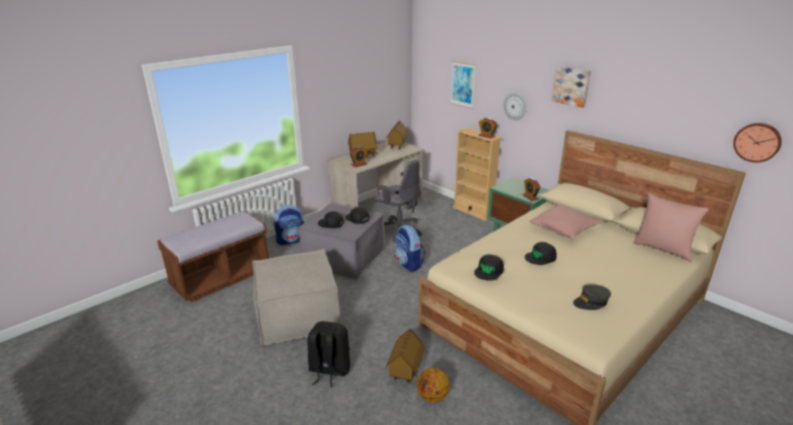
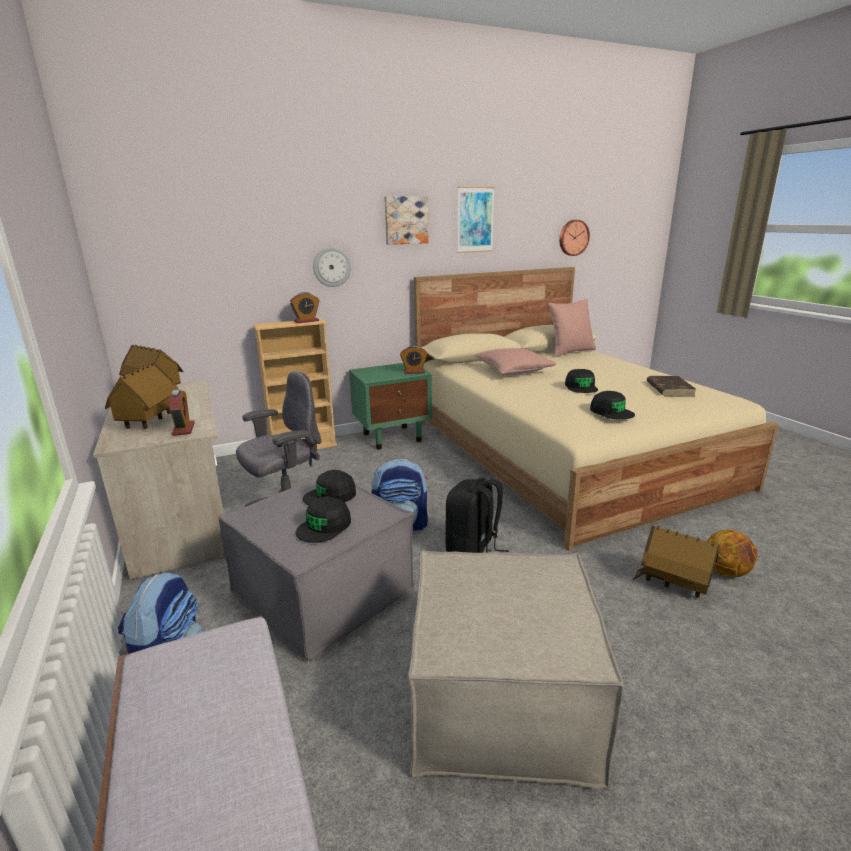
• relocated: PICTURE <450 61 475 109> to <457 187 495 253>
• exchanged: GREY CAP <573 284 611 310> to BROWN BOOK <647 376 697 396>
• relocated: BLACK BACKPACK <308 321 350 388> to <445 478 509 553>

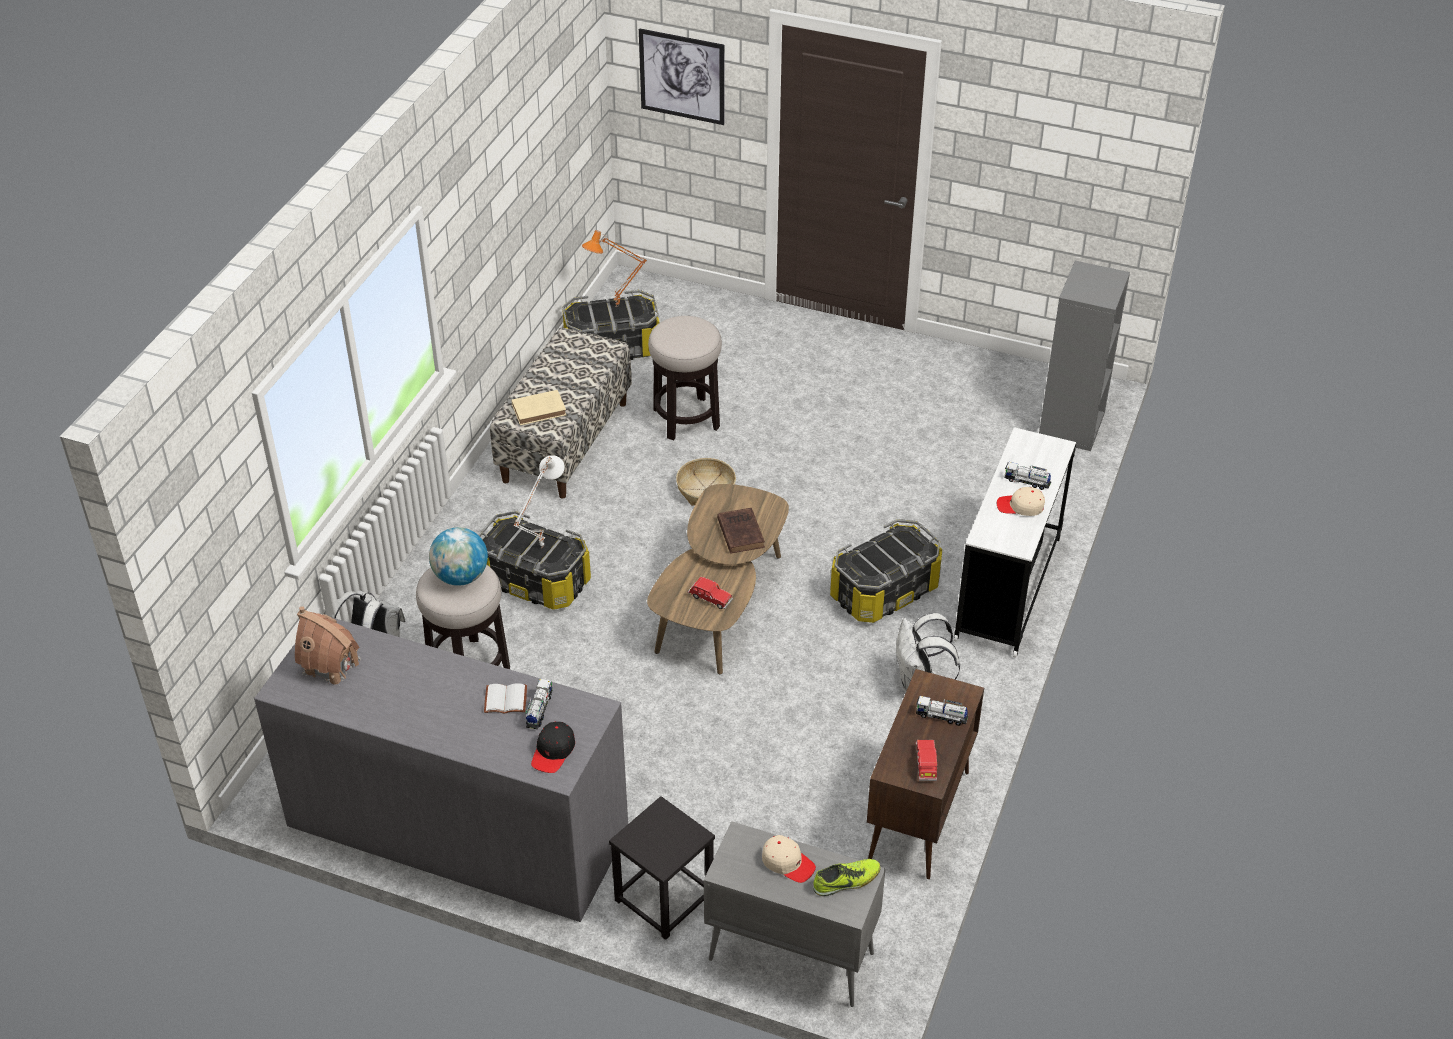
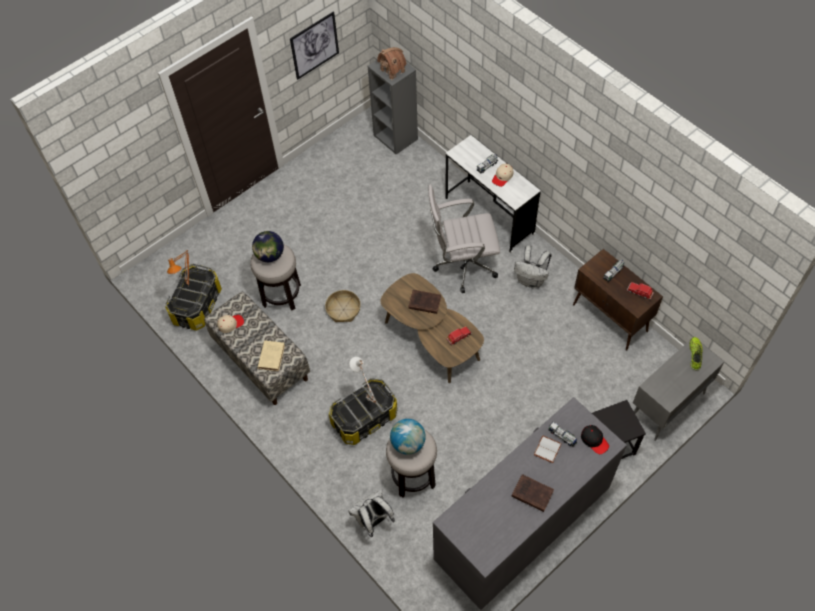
• relocated: PICTURE <639 28 724 125> to <290 11 339 80>
• exchanged: STORAGE BOX <830 519 942 623> to WHITE OFFICE CHAIR <428 184 500 293>
• relocated: TOY HOUSE <295 606 361 685> to <377 47 406 80>
• relocated: BEIGE CAP <762 835 816 883> to <217 315 244 333>
• appeared: GLOBE <252 231 284 262>
• appeared: BROWN BOOK <511 474 554 512>

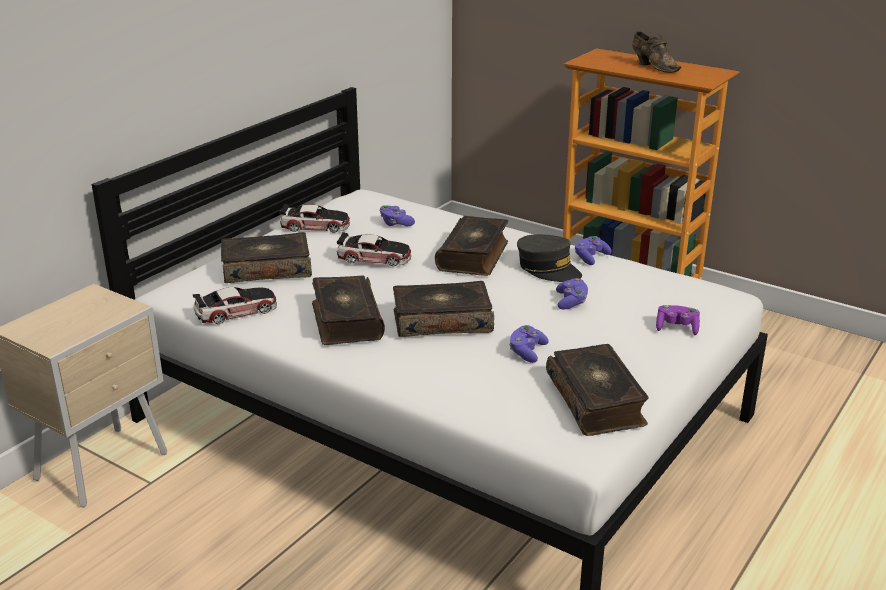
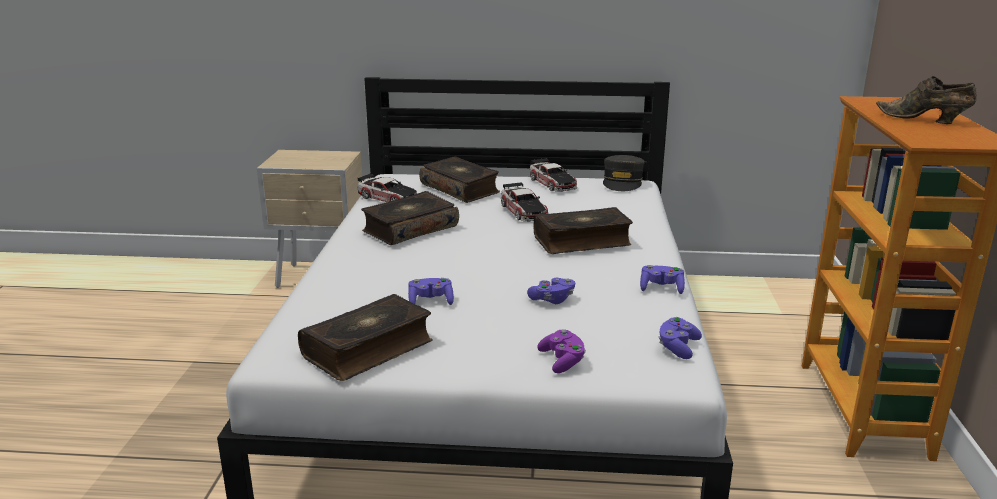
• spun: BROWN SHOE <632 31 682 73> = <876 76 977 124> 105 degrees clockwise
• relocated: PURPLE GAME CONTROLLER <379 205 415 226> to <658 317 702 359>
• relocated: GREY CAP <517 234 582 282> to <603 155 645 191>
• missing: BOOK <393 281 494 337>

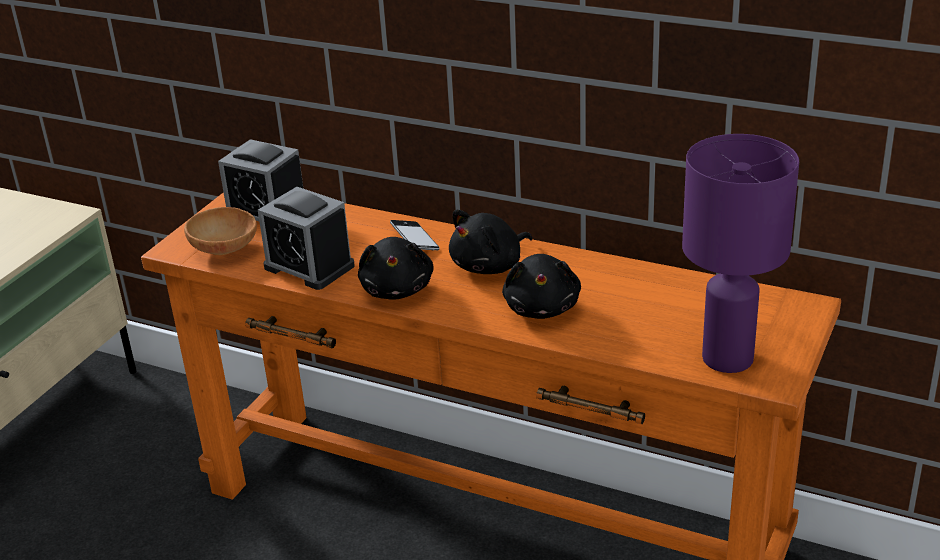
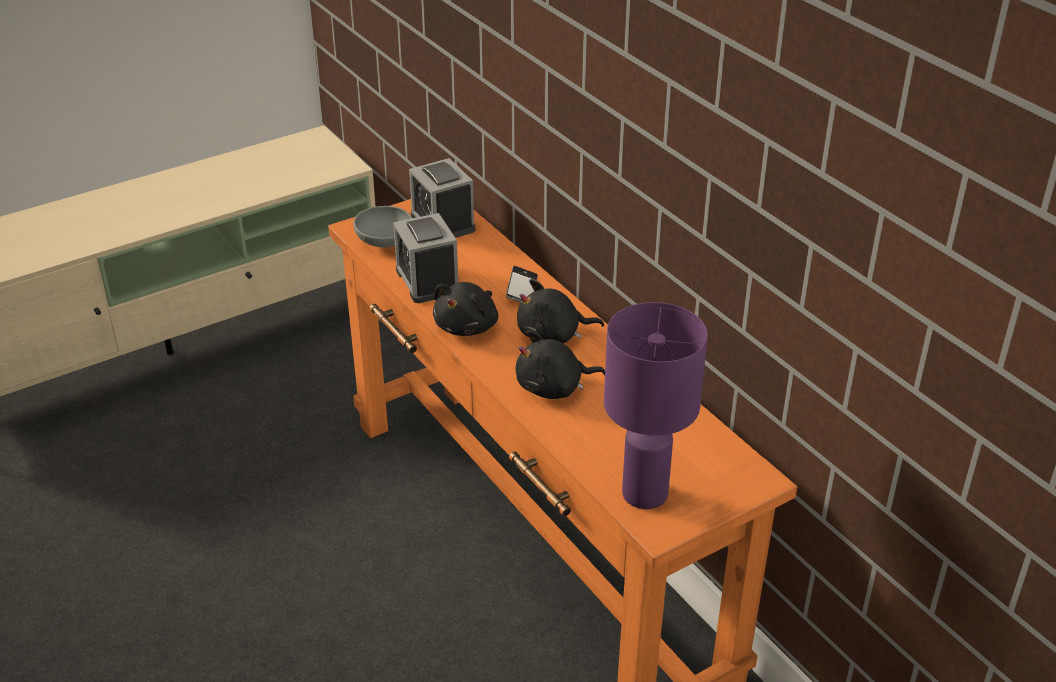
• colour: BROWN BOWL <184 207 257 255> to GREY BOWL <354 206 412 247>
• spun: BLACK PLUSH TOY <502 254 581 319> = <516 330 605 399> 45 degrees clockwise

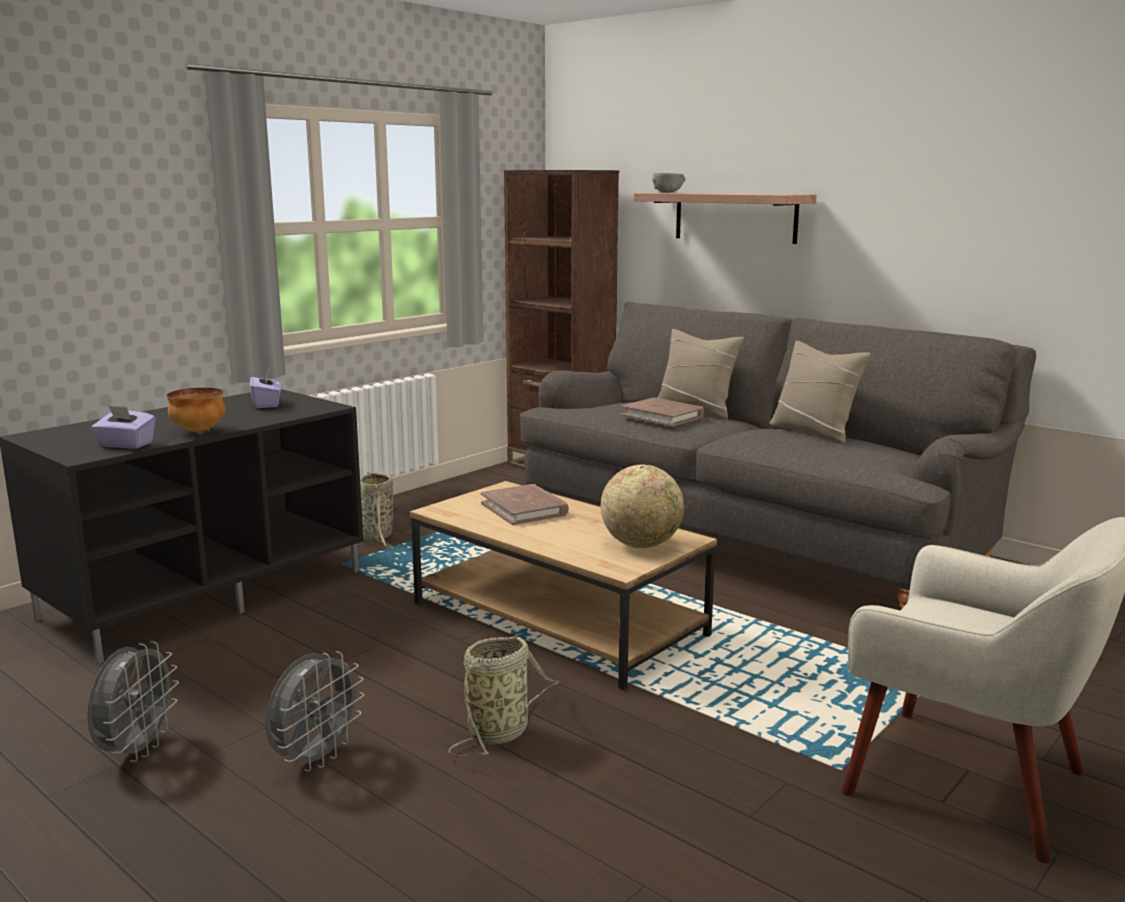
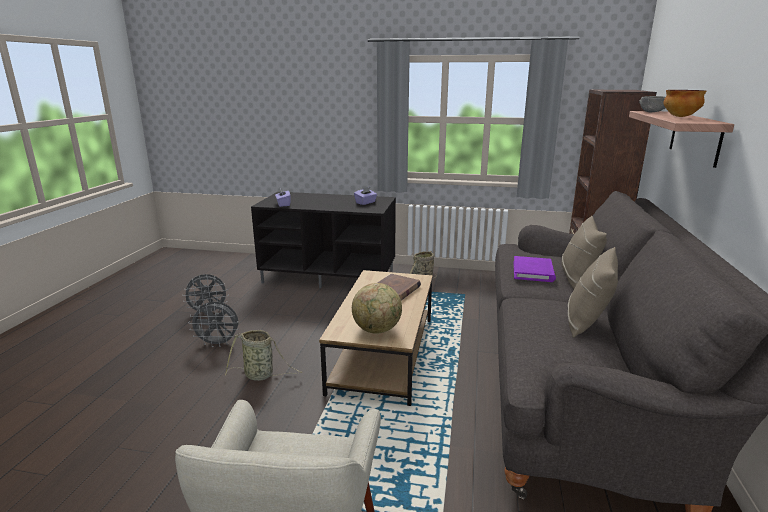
• relocated: BOWL <167 388 225 432> to <663 90 706 117>
• colour: BROWN BOOK <621 398 704 427> to PURPLE BOOK <514 256 556 282>

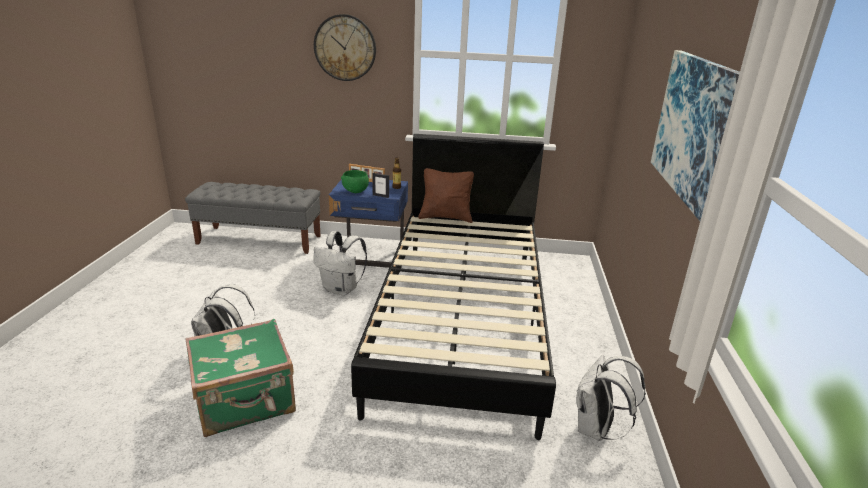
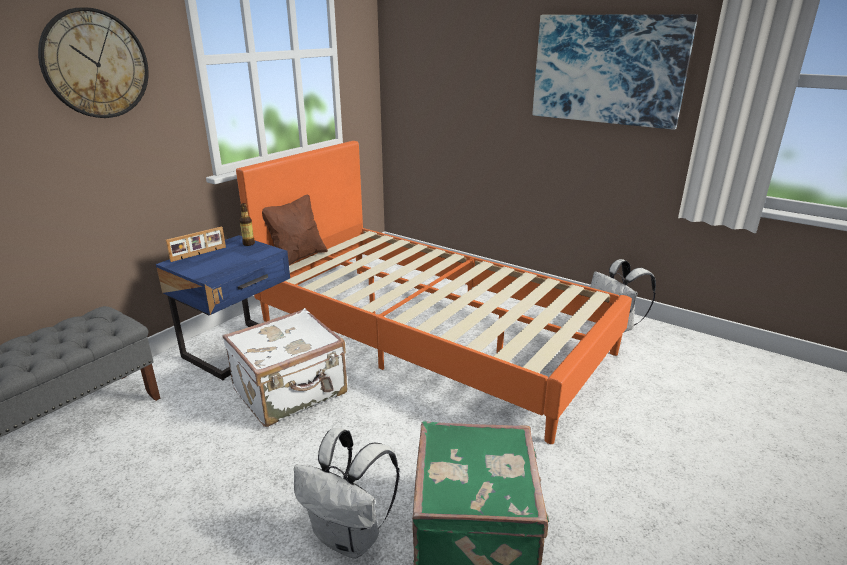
• colour: BLACK BED <351 134 556 440> to ORANGE BED <236 141 632 444>
• missing: GREEN BOWL <341 170 369 193>
• missing: PICTURE FRAME <372 173 389 198>
• exchanged: WHITE BACKPACK <314 231 367 296> to WHITE SUITCASE <222 308 347 427>

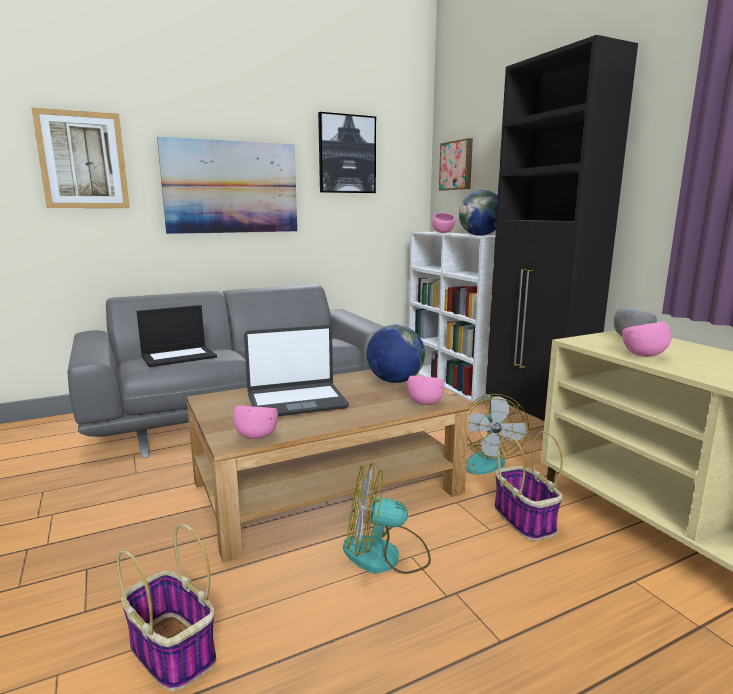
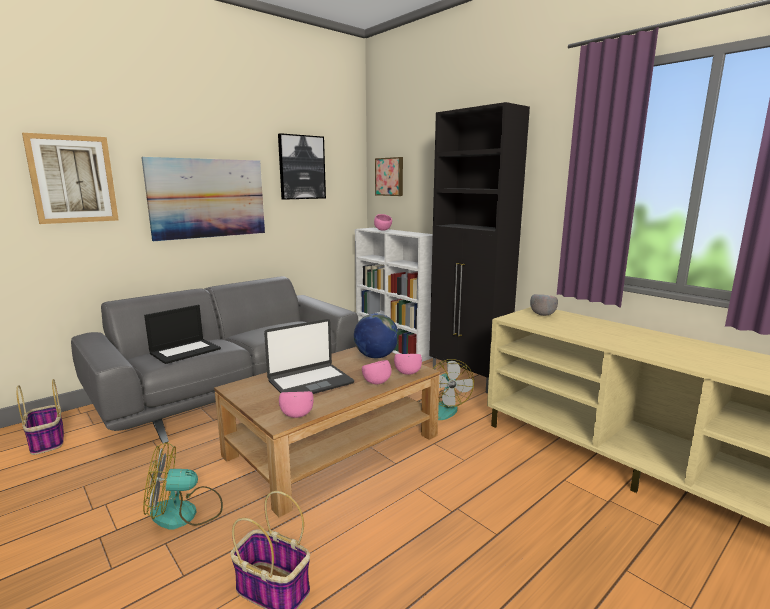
• missing: GLOBE <459 190 498 236>
• relocated: PINK BOWL <622 322 672 357> to <362 360 391 384>
• relocated: BASKET <494 431 563 541> to <16 379 64 455>
• relocated: FAN <343 463 431 574> to <143 442 223 530>

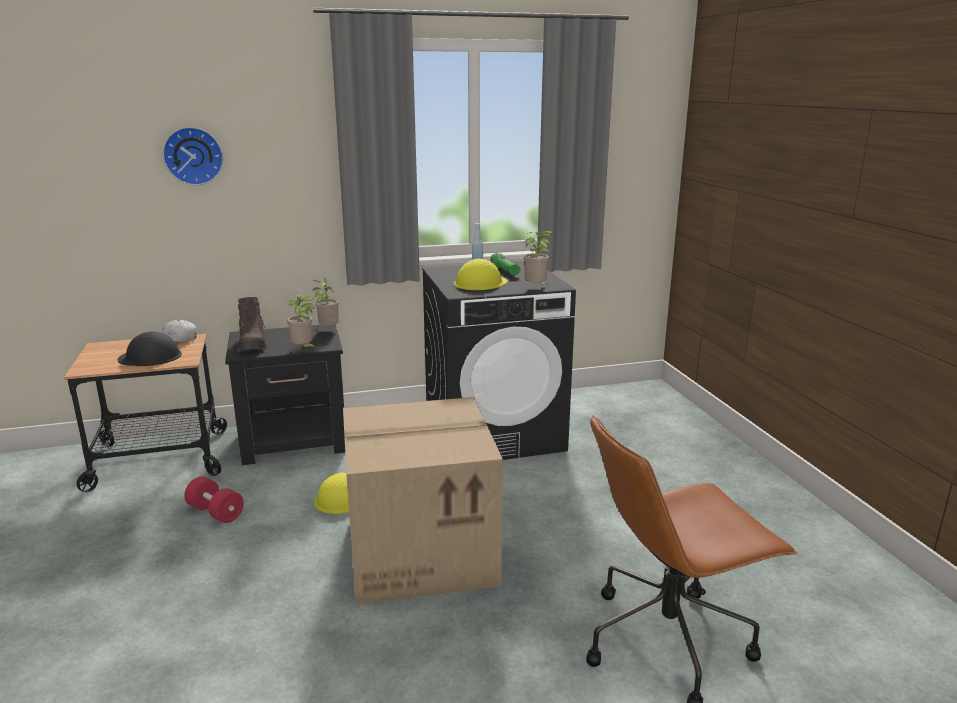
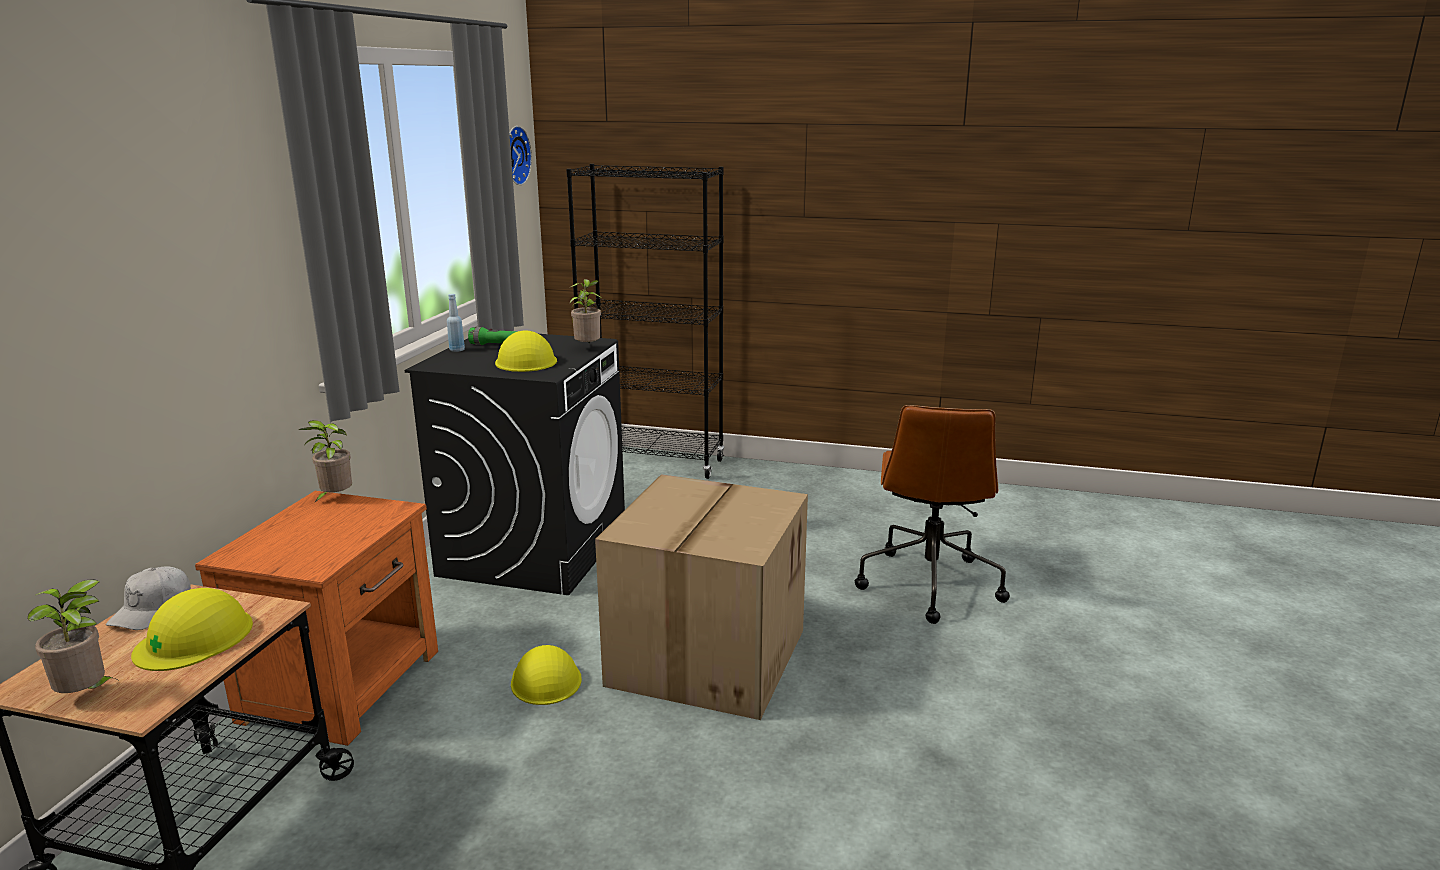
• relocated: WALL CLOCK <163 127 223 185> to <509 126 532 185>
• relocated: POTTED PLANT <287 295 317 349> to <28 579 115 693>
• missing: BROWN BOOT <238 297 267 352>
• colour: BLACK NIGHTSTAND <225 324 345 465> to ORANGE NIGHTSTAND <195 491 438 746>
• colour: BLACK HARD HAT <118 332 182 366> to YELLOW HARD HAT <131 588 253 671>
• missing: RED DUMBBELL <184 476 244 523>
• appeared: BLACK BOOKCASE <566 164 724 479>

